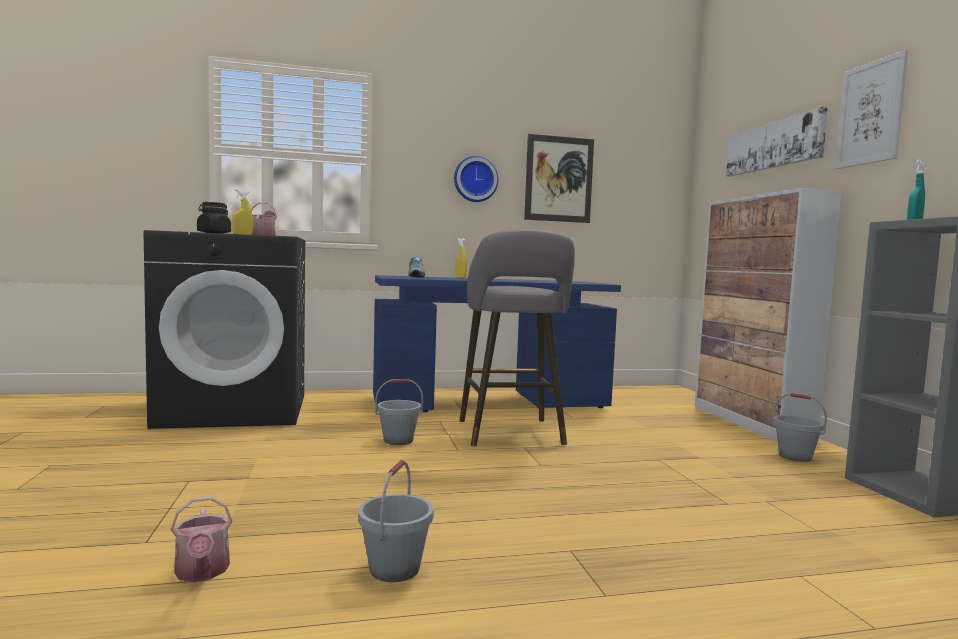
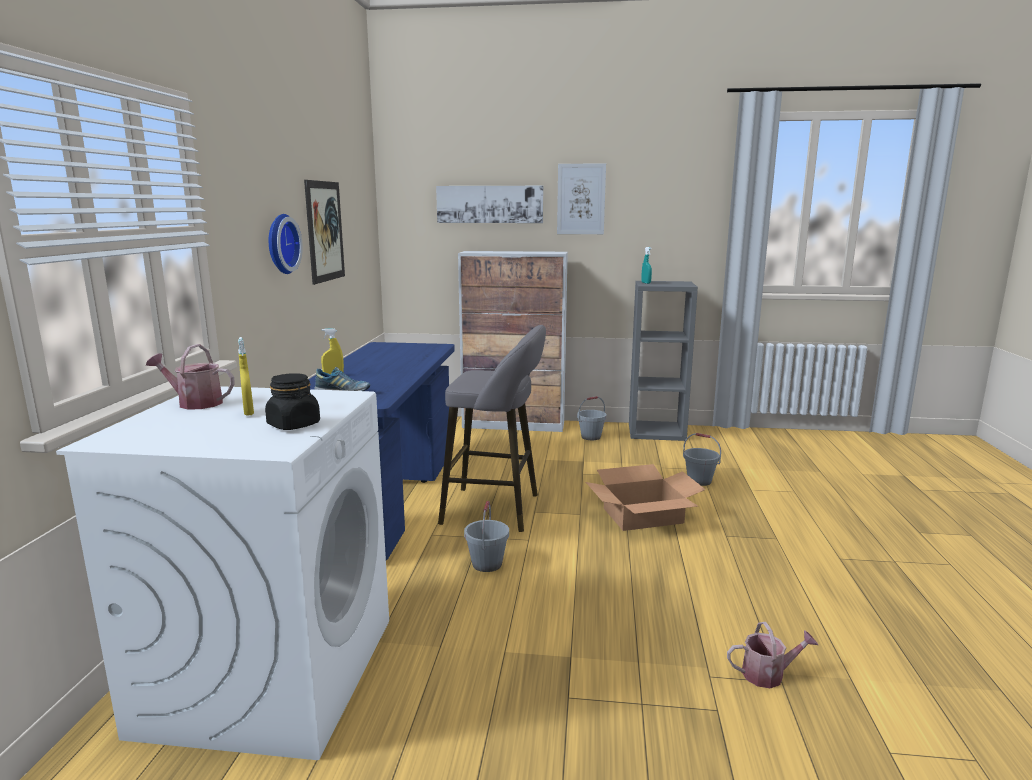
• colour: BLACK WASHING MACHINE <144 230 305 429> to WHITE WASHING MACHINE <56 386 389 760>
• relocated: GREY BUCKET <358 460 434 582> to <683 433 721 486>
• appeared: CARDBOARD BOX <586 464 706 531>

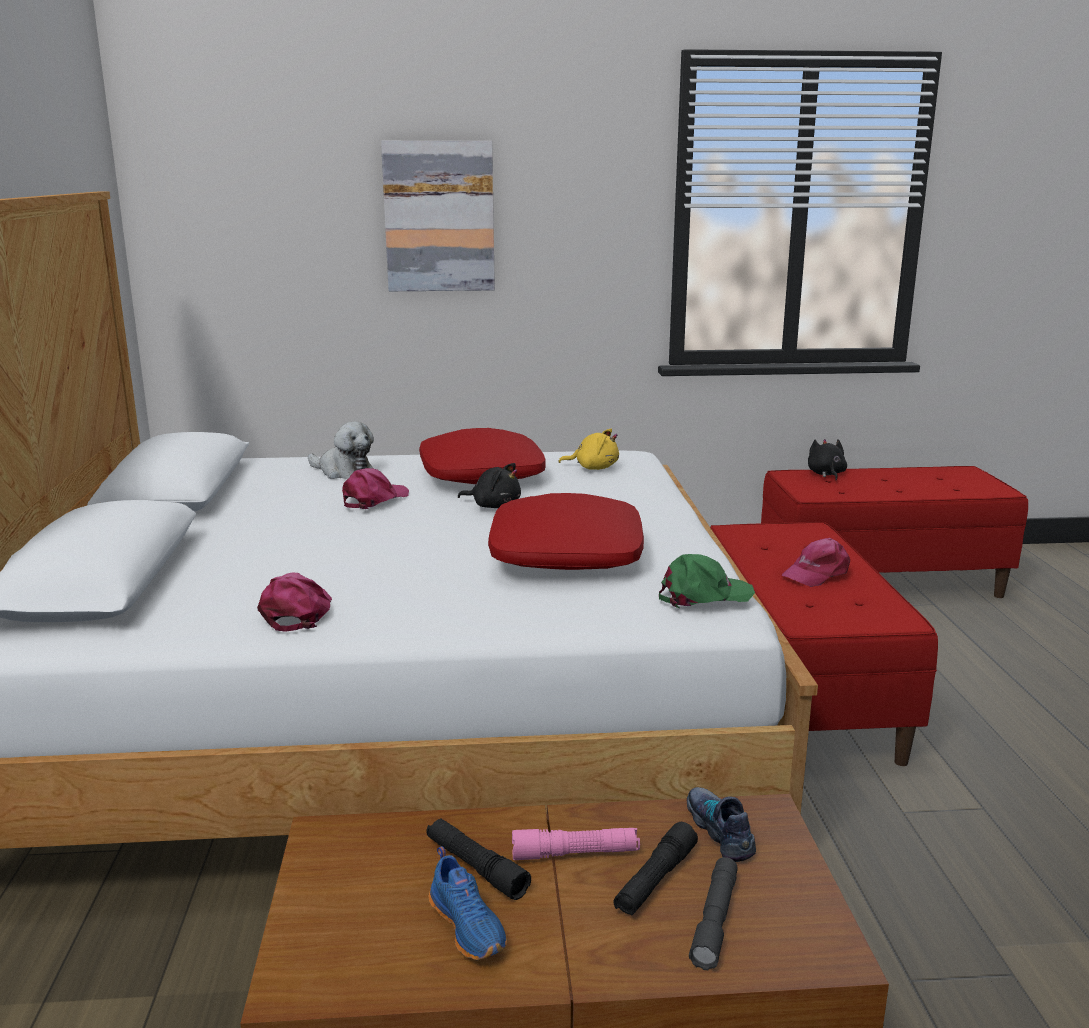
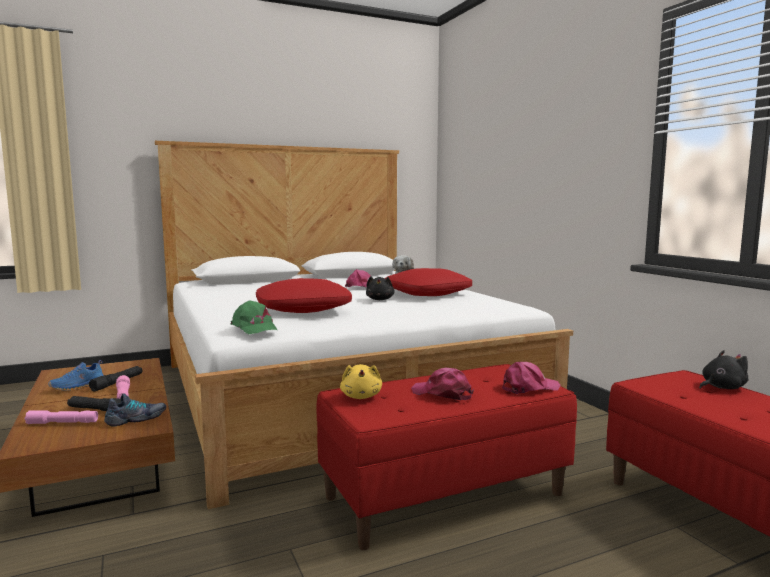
• missing: PICTURE <381 141 495 291>
• relocated: YELLOW PLUSH TOY <559 429 619 470> to <340 364 382 399>
• relocated: PINK CAP <257 572 332 632> to <502 362 561 394>
• colour: GREY FLASHLIGHT <689 857 738 970> to PINK FLASHLIGHT <25 410 98 424>

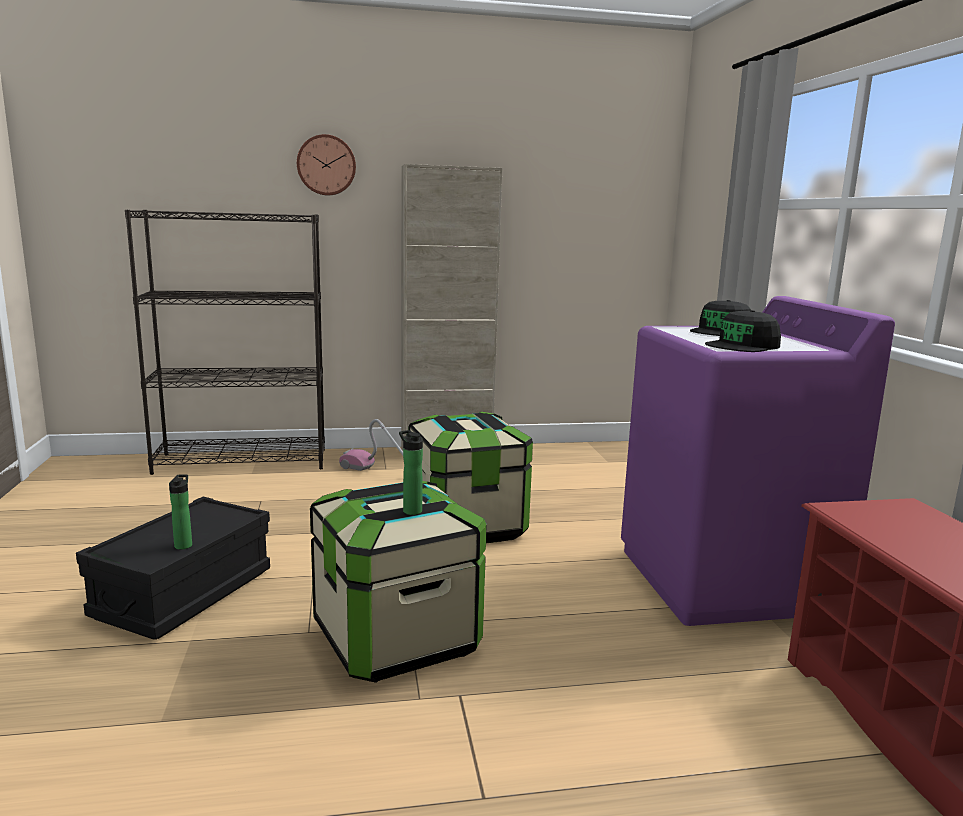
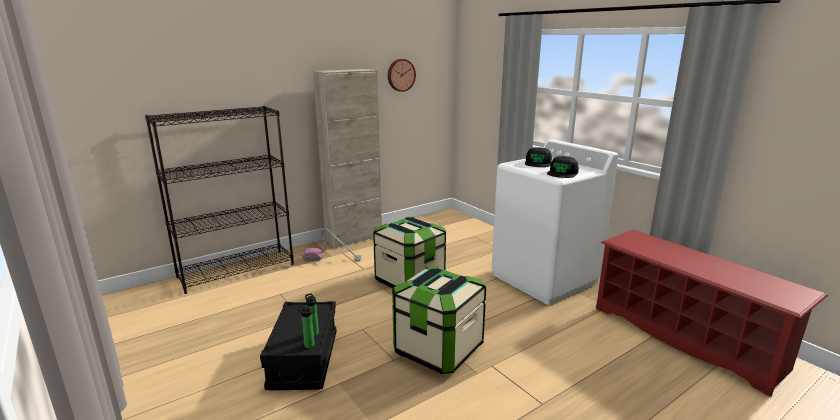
• relocated: WALL CLOCK <297 134 356 195> to <388 59 416 92>
• colour: PURPLE WASHING MACHINE <621 296 895 626> to WHITE WASHING MACHINE <492 139 618 305>
• relocated: BOTTLE <399 430 423 515> to <297 305 315 348>

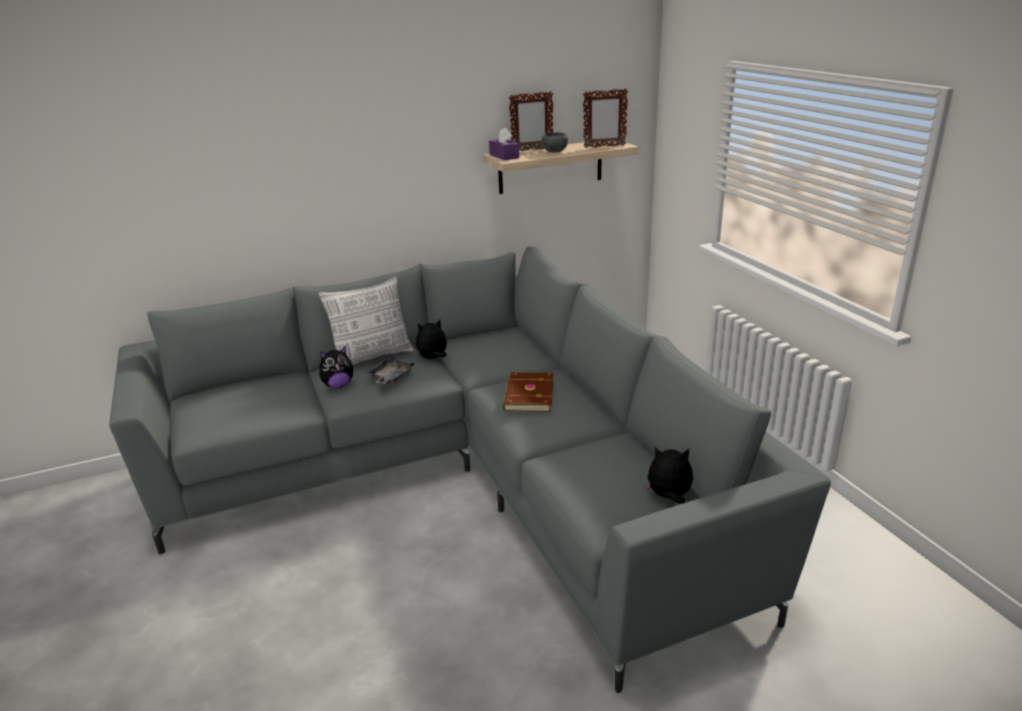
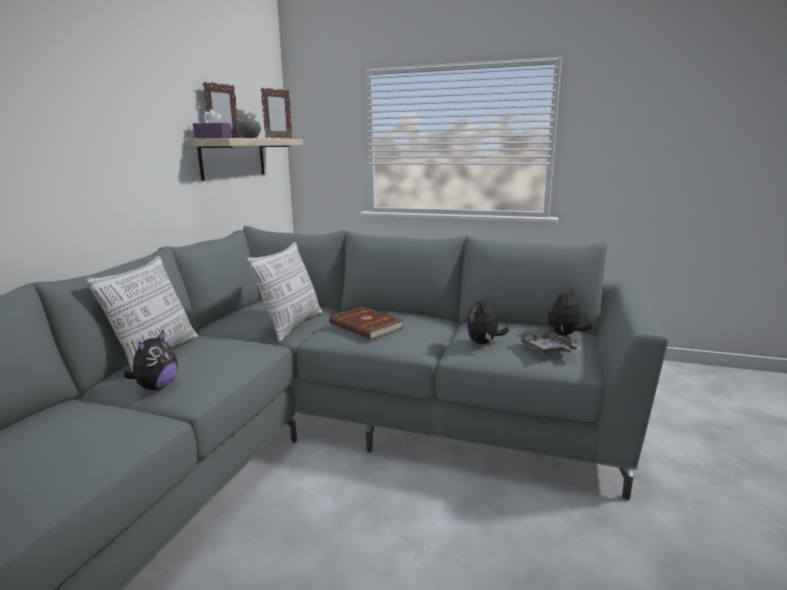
• relocated: PLUSH TOY <416 319 447 359> to <467 295 509 344>
• relocated: GREY TRAY <365 358 414 384> to <517 327 582 355>
• appeared: PILLOW <246 242 323 342>

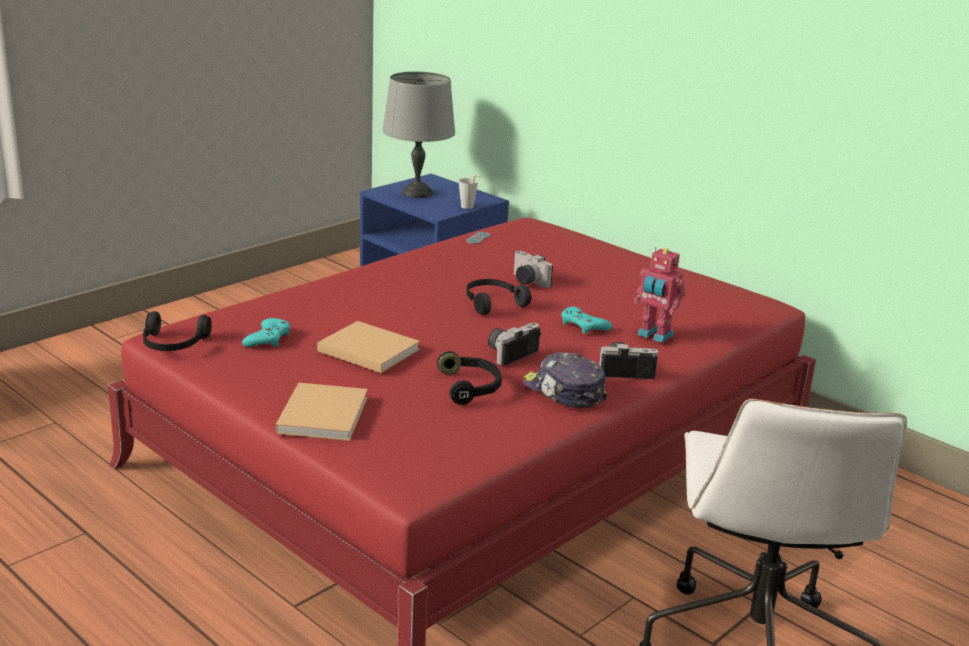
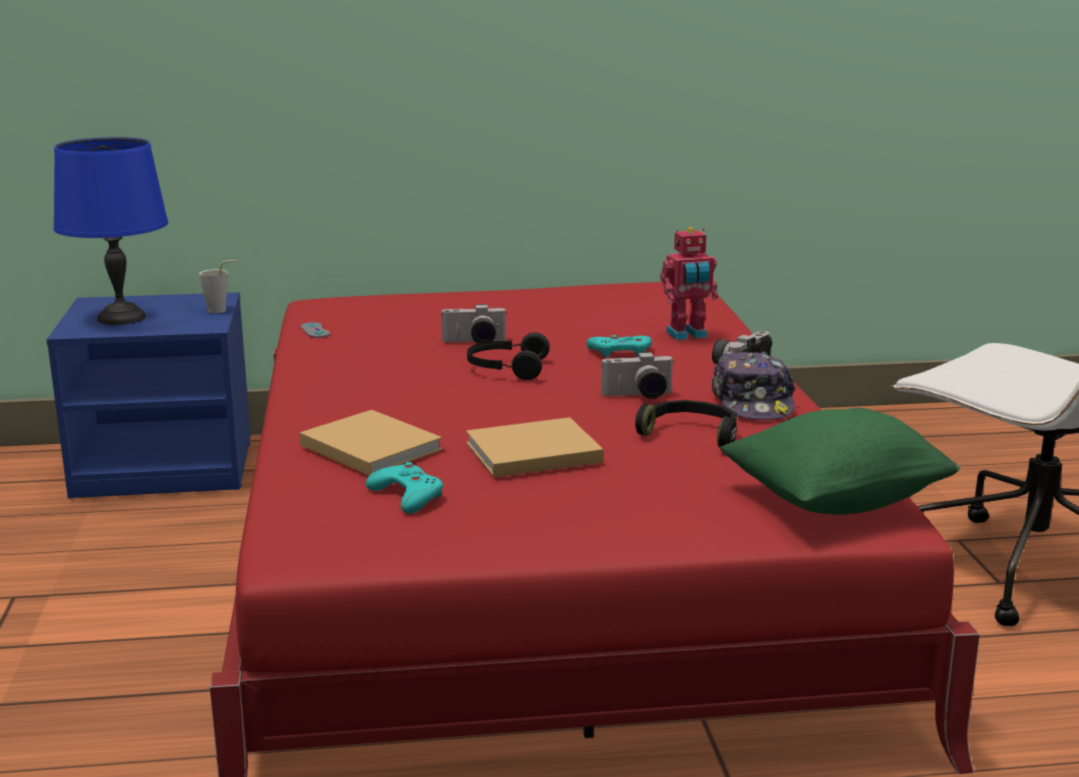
• colour: GREY TABLE LAMP <382 71 455 198> to BLUE TABLE LAMP <53 137 168 325>
• missing: BLACK HEADPHONES <143 311 212 351>
• spun: PHOTO CAMERA <488 323 541 366> = <601 352 674 399> 90 degrees counterclockwise
• spun: CAP <523 352 608 408> = <711 351 796 420> 90 degrees counterclockwise
• relocated: BEIGE BOOK <276 382 368 441> to <299 410 443 476>
• appeared: GREEN PILLOW <720 408 960 515>

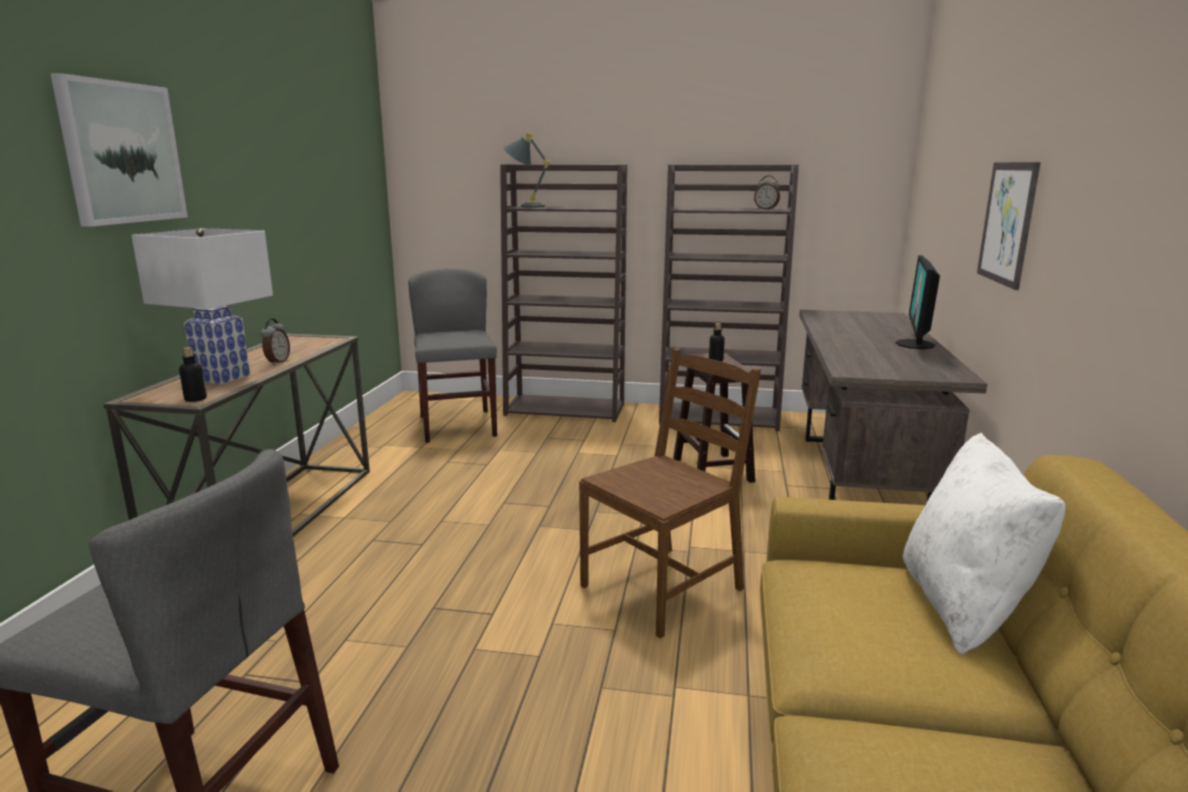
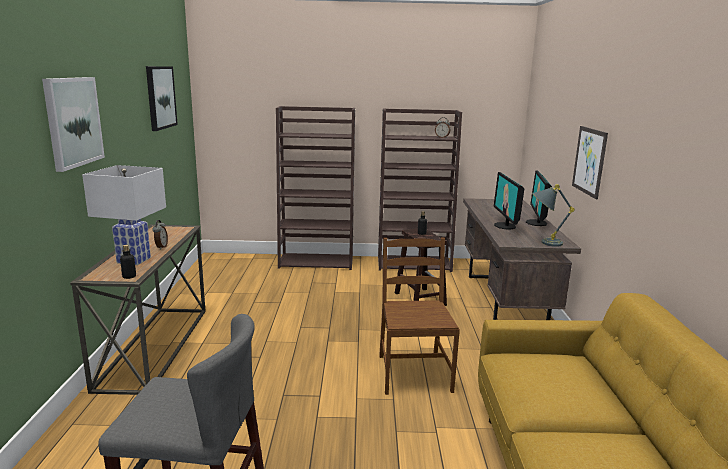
• relocated: GREY TABLE LAMP <503 133 550 208> to <532 184 575 247>
• missing: GREY CHAIR <408 269 497 443>
• spun: BROWN CHAIR <579 348 761 638> = <379 237 460 395> 45 degrees counterclockwise
• missing: WHITE PILLOW <903 433 1065 655>
• appeared: PICTURE <146 66 178 131>
• appeared: MONITOR <493 172 524 229>

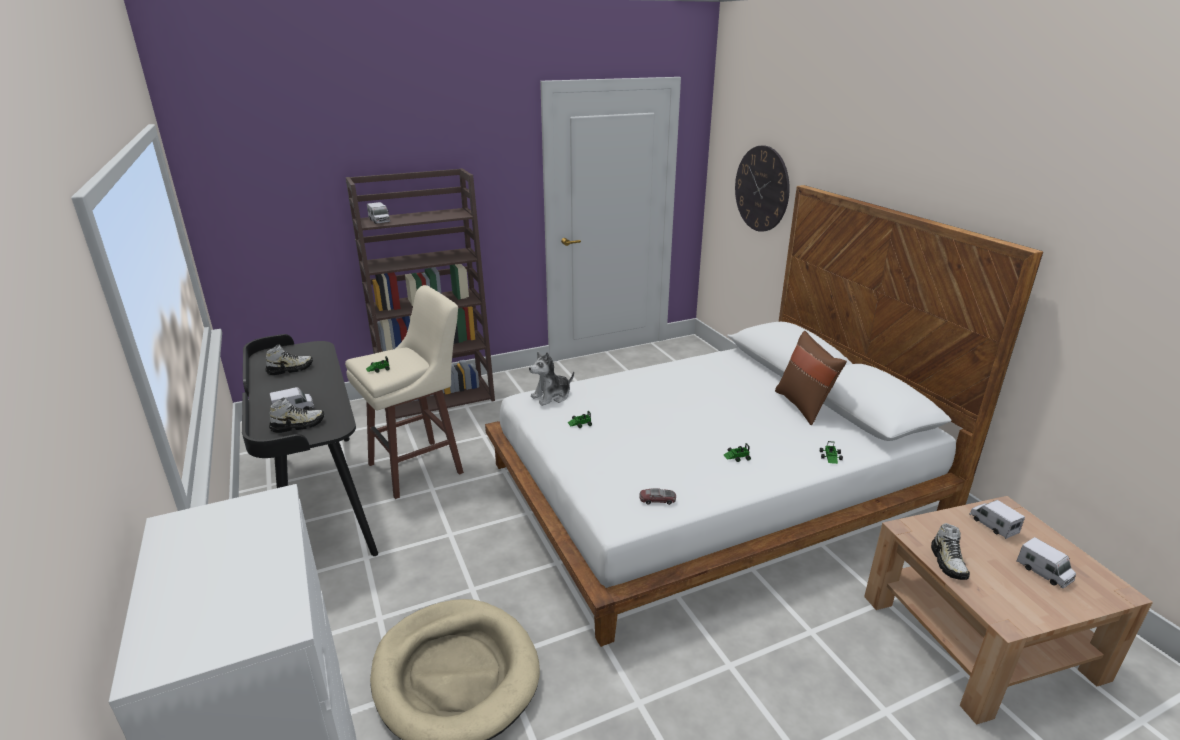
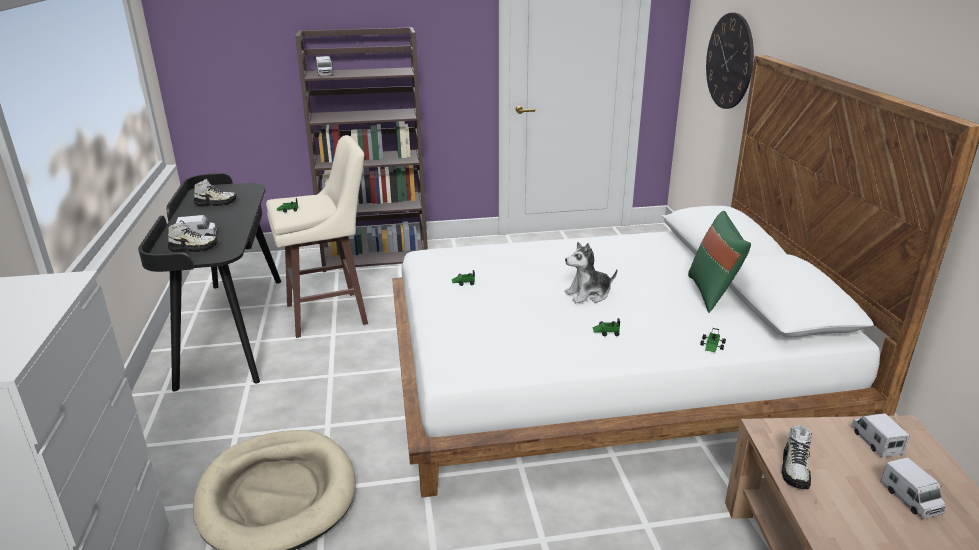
• colour: BROWN PILLOW <775 331 847 425> to GREEN PILLOW <688 211 751 313>
• relocated: PLUSH TOY <529 352 574 406> to <565 242 618 303>
• missing: TOY CAR <639 488 676 505>

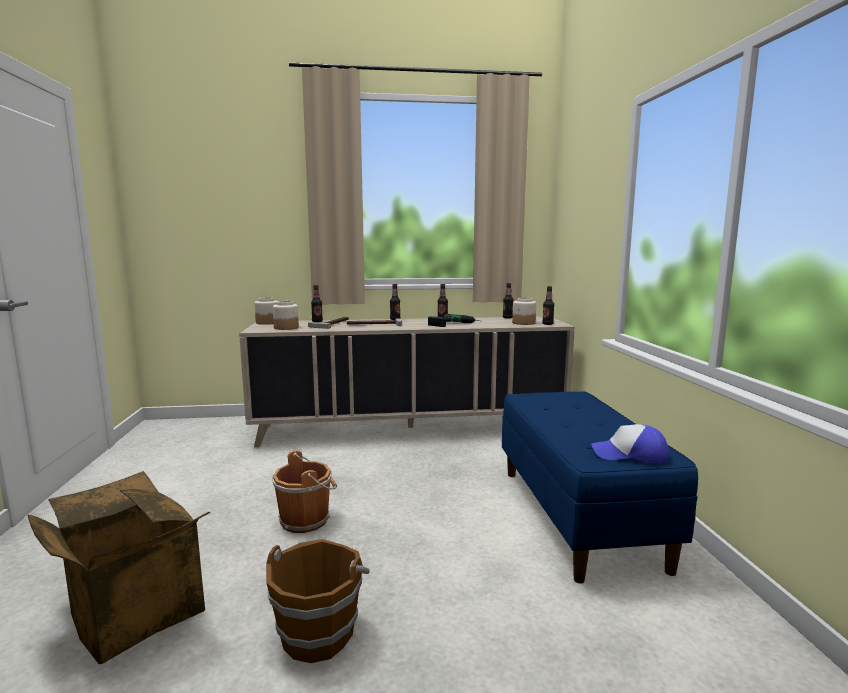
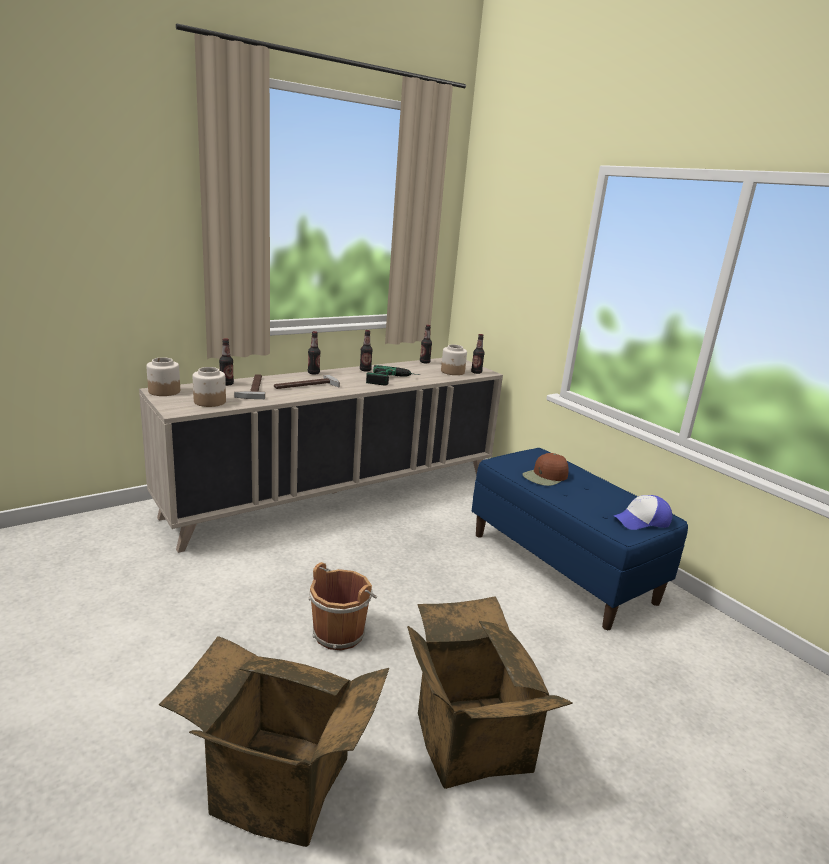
• exchanged: BROWN BUCKET <266 539 370 663> to CARDBOARD BOX <407 596 573 789>
• appeared: BROWN CAP <522 453 569 486>

